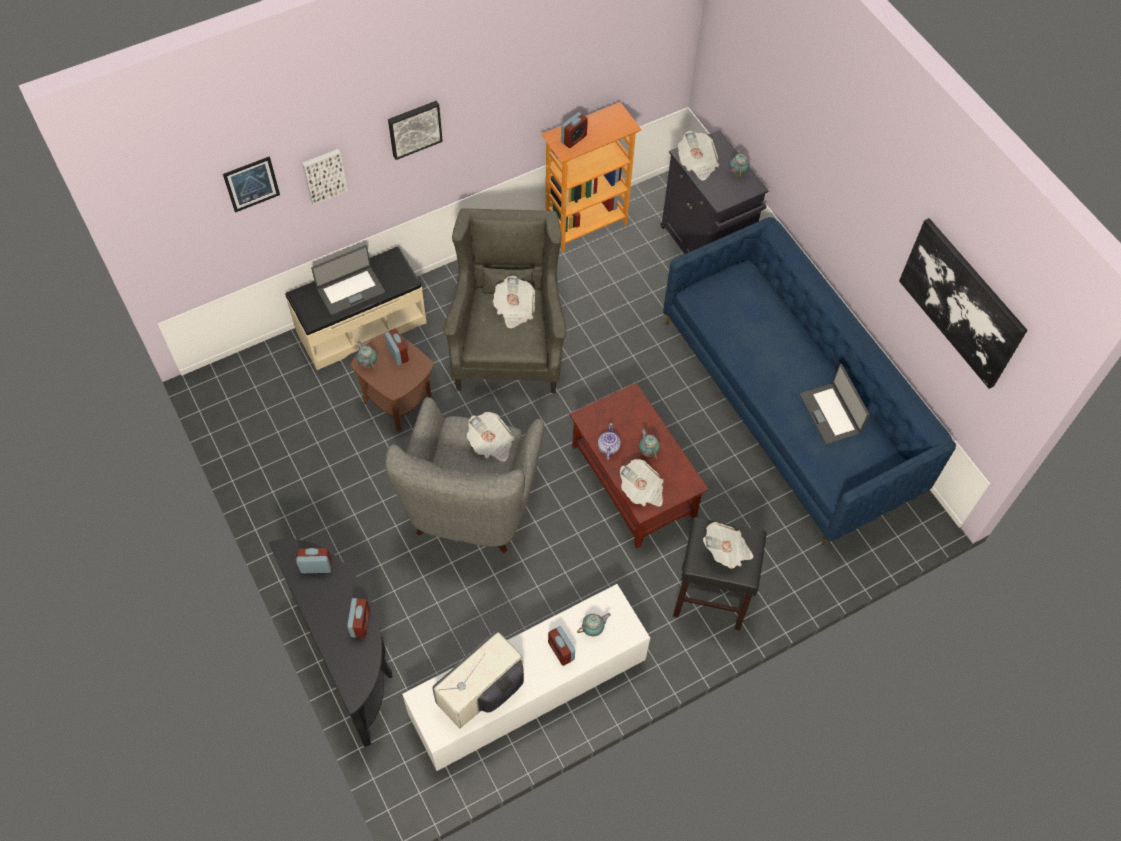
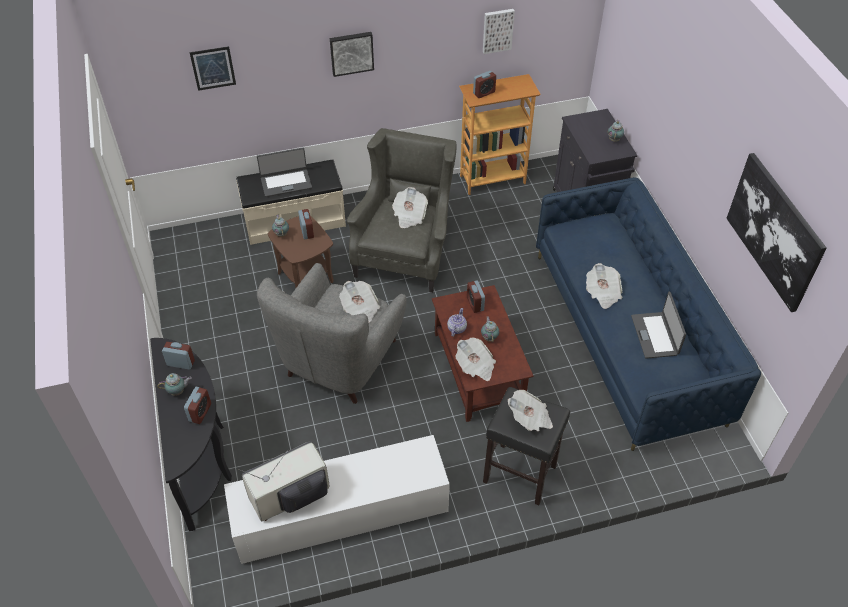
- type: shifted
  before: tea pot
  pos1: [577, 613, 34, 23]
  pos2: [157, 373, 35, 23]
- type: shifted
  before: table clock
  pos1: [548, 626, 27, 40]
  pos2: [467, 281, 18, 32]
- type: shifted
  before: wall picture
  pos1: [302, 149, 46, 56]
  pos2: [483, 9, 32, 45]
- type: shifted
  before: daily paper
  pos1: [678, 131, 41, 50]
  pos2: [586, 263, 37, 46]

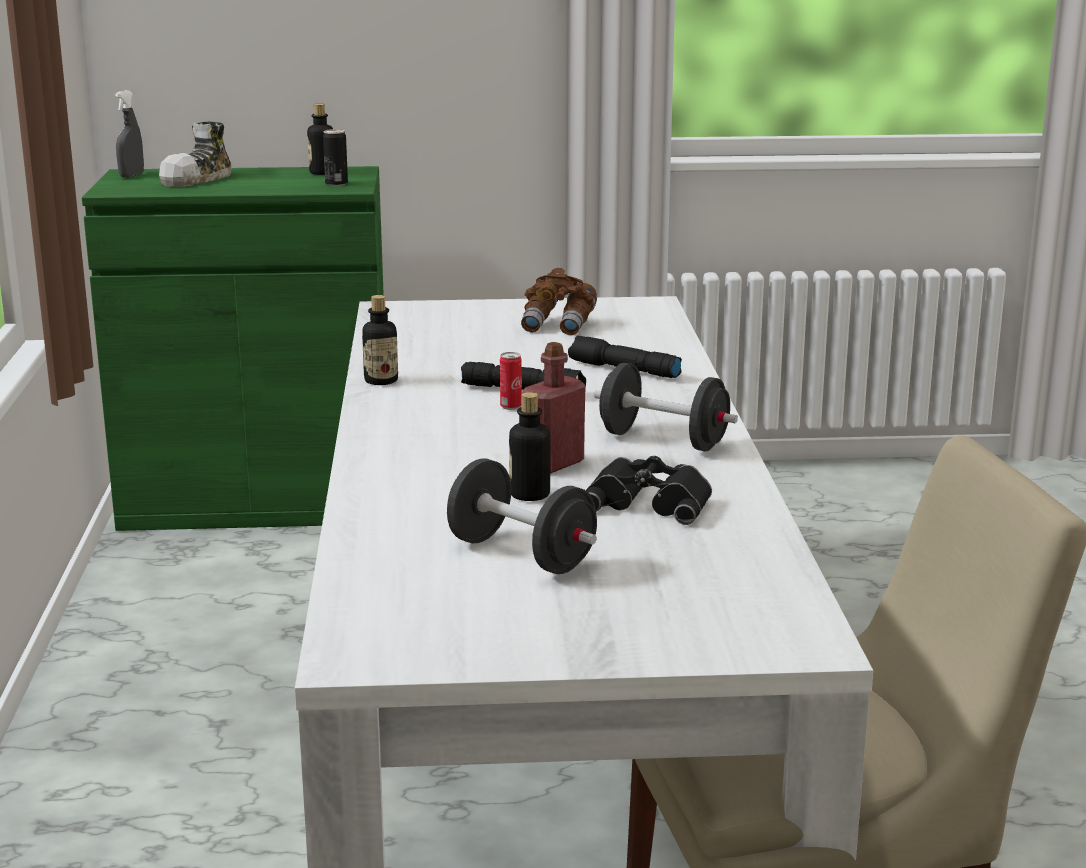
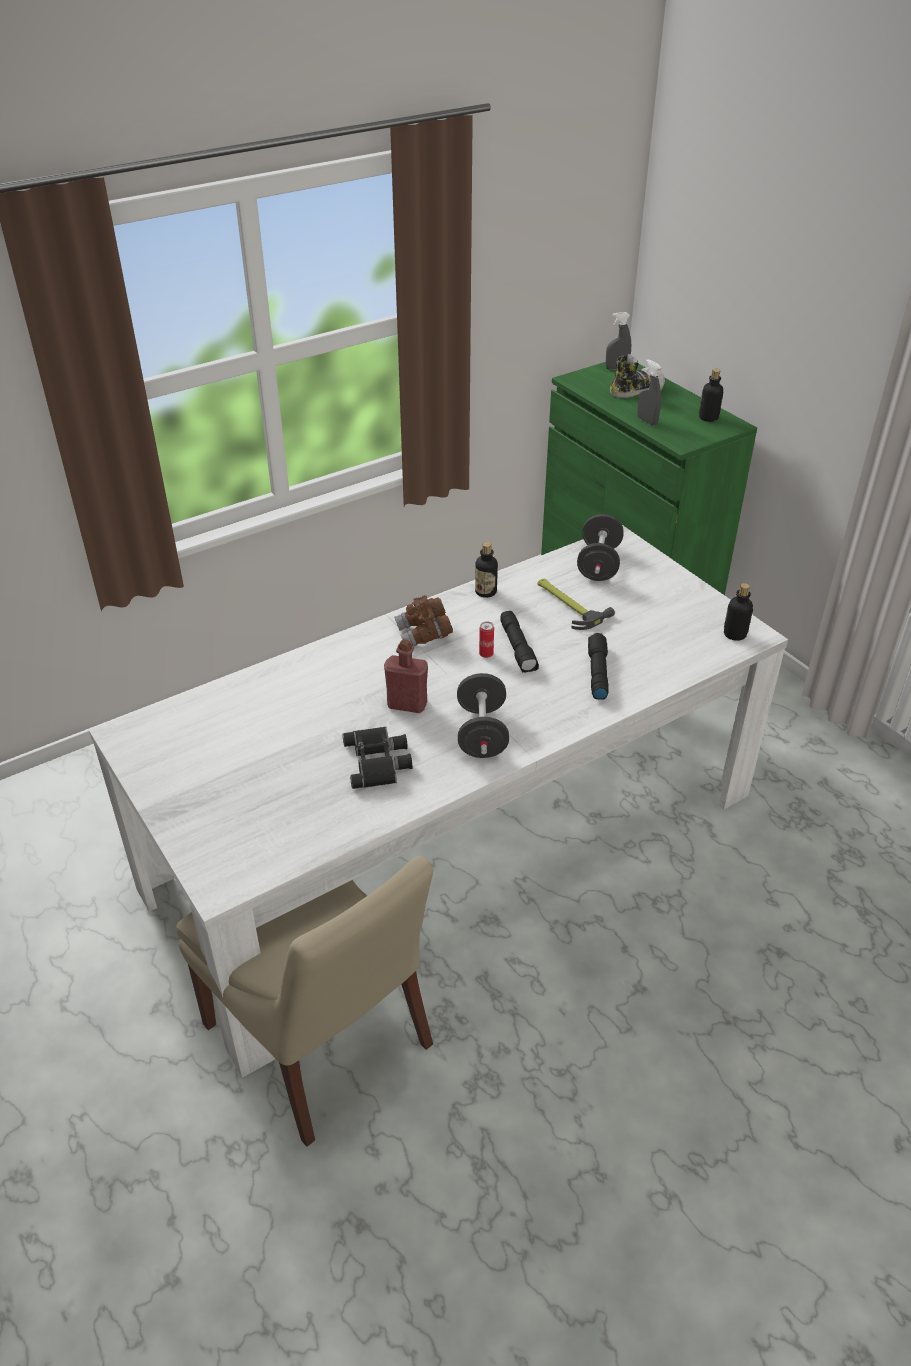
- type: shifted
  before: pair of binoculars in brown
  pos1: [521, 268, 76, 67]
  pos2: [394, 595, 59, 52]
- type: new
  after: hand hammer
  pos2: [537, 578, 78, 52]
- type: shifted
  before: free weight in black
  pos1: [447, 459, 150, 115]
  pos2: [577, 514, 47, 67]
- type: rotated
  before: shoe
  pos1: [159, 122, 73, 65]
  pos2: [610, 354, 55, 44]
  turn: 150
- type: new
  after: hand sprayer in greyish
  pos2: [637, 359, 24, 67]
- type: shifted
  before: drink bottle
  pos1: [509, 392, 41, 109]
  pos2: [724, 583, 29, 58]
- type: gone
  before: metal can
  pos1: [323, 129, 25, 57]

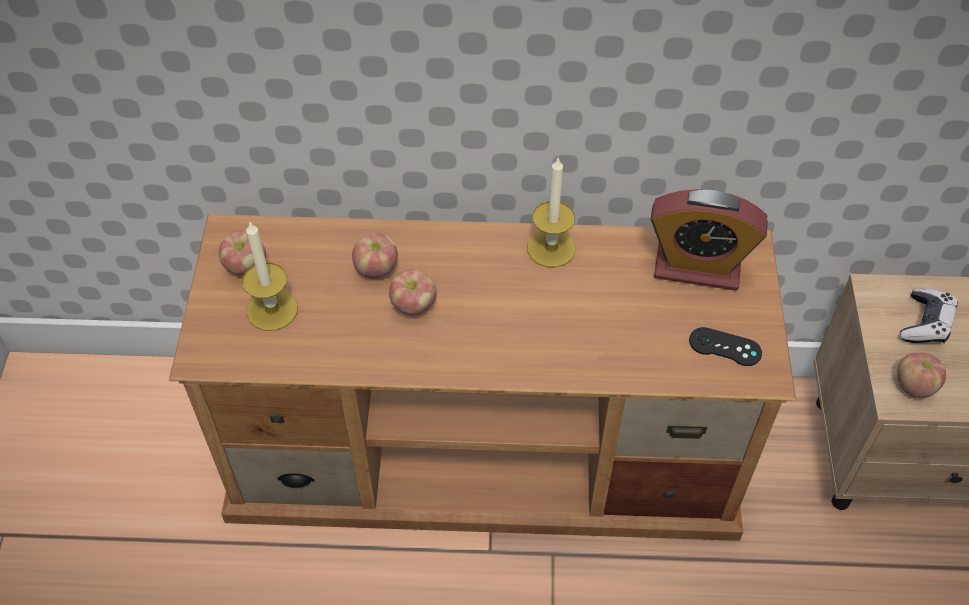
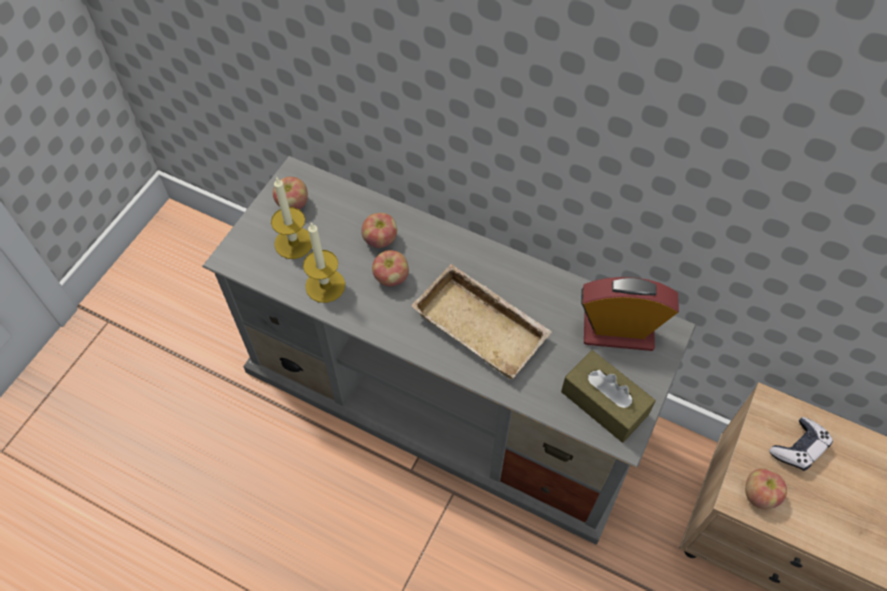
- type: repainted
  before: tv stand in brown
  after: tv stand in greyish
  pos1: [169, 214, 627, 327]
  pos2: [202, 156, 494, 389]
- type: shifted
  before: wax light
  pos1: [527, 158, 49, 109]
  pos2: [303, 222, 42, 81]
- type: new
  after: serving tray in beige
  pos2: [411, 264, 141, 115]
- type: swapped
  before: joypad in black
  after: tissue box in brown
  pos1: [689, 327, 73, 39]
  pos2: [561, 350, 95, 93]
- type: rotated
  before: table clock
  pos1: [651, 189, 117, 102]
  pos2: [581, 277, 98, 74]
  turn: 150

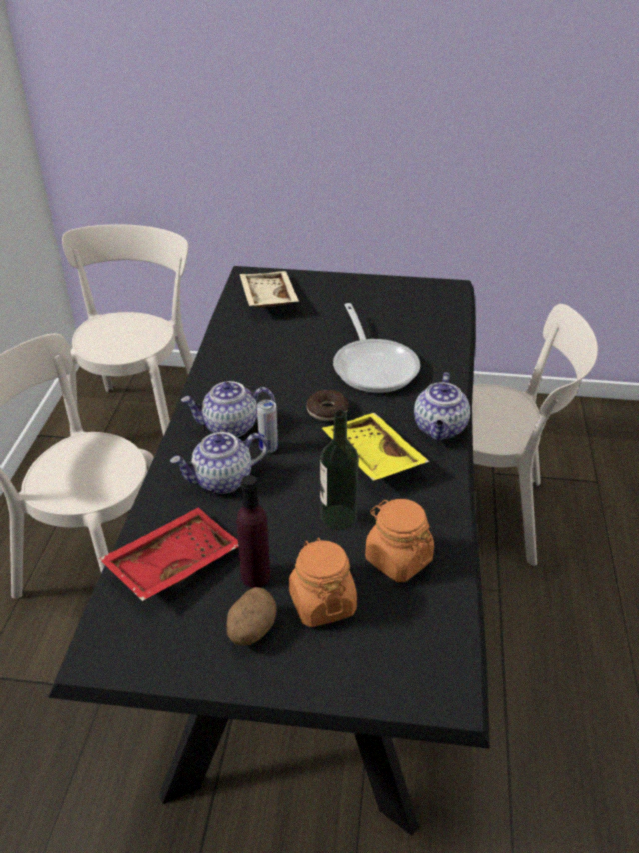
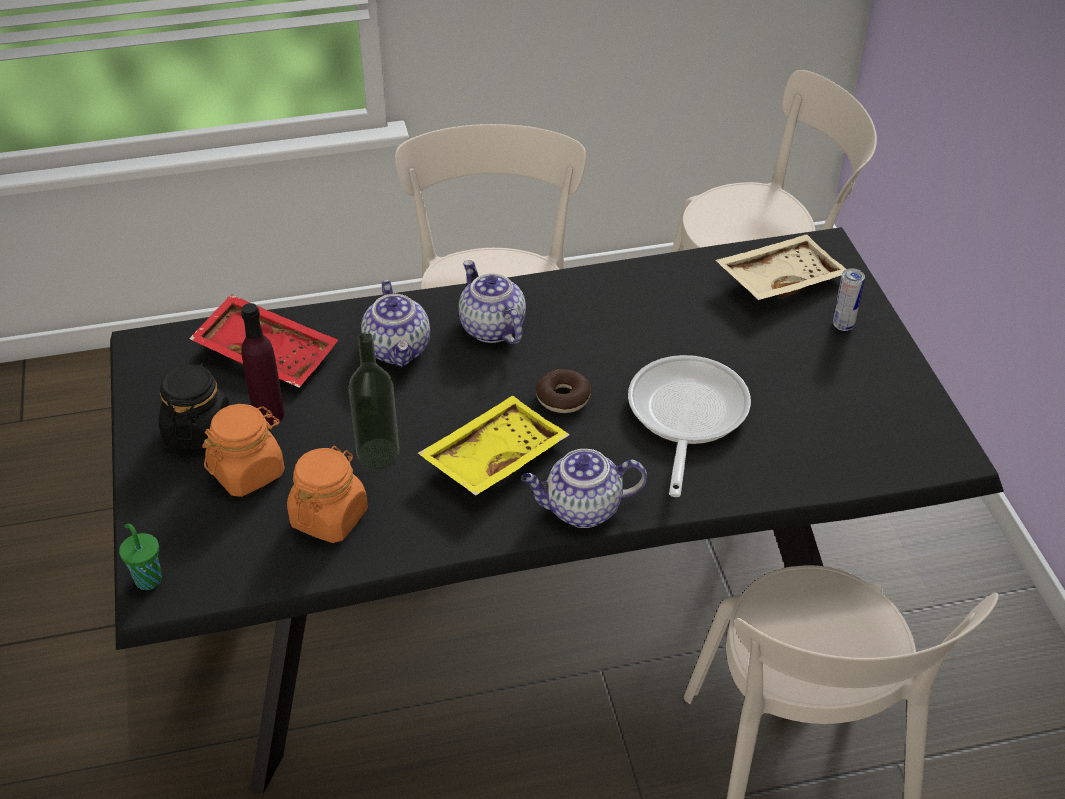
- type: new
  after: cup in green
  pos2: [119, 524, 43, 66]
- type: swapped
  before: potato
  after: preserve jar in black
  pos1: [226, 587, 50, 59]
  pos2: [159, 362, 71, 88]
- type: rotated
  before: tea pot
  pos1: [170, 432, 98, 62]
  pos2: [361, 280, 69, 87]
  turn: -150
- type: rotated
  before: skillet
  pos1: [333, 303, 87, 90]
  pos2: [628, 355, 123, 142]
  turn: 135
- type: shifted
  before: metal can
  pos1: [257, 400, 21, 53]
  pos2: [833, 268, 32, 63]

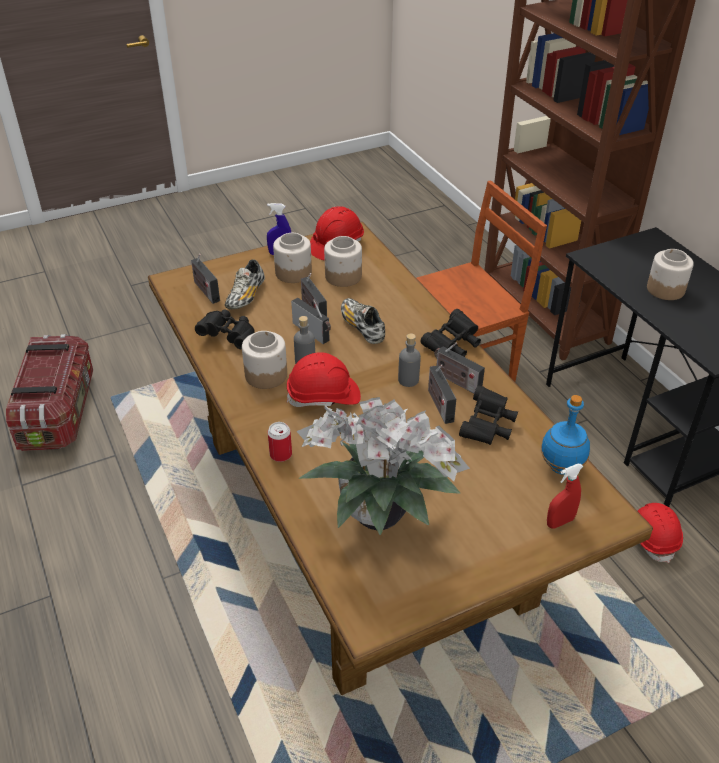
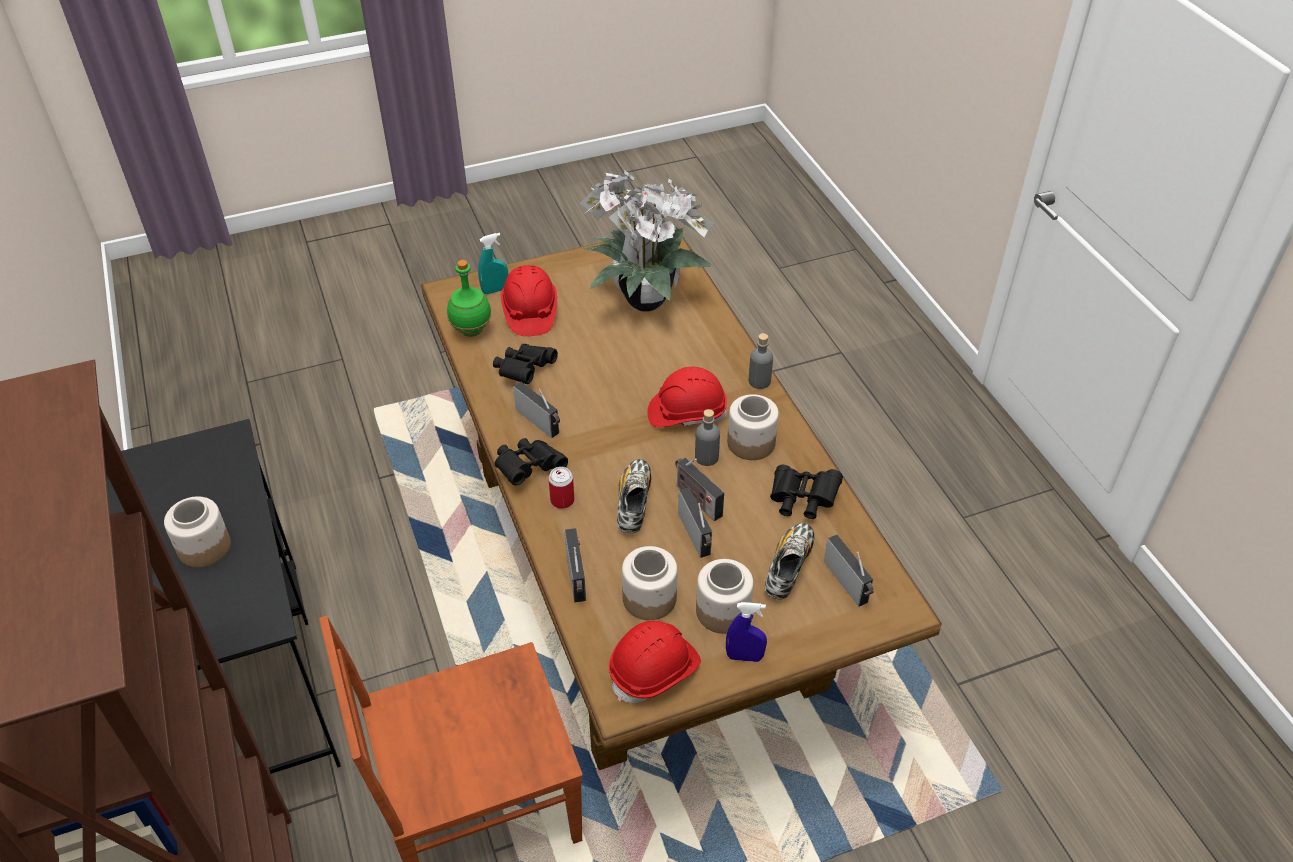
- type: repainted
  before: drink bottle in blue-coloured
  after: drink bottle in green
  pos1: [541, 395, 49, 80]
  pos2: [447, 260, 45, 77]
- type: repainted
  before: hand sprayer in reddish
  after: hand sprayer in blue-green
  pos1: [547, 464, 36, 64]
  pos2: [478, 233, 30, 61]
- type: shifted
  before: safety helmet in reddish
  pos1: [638, 503, 45, 60]
  pos2: [501, 265, 56, 71]
- type: shifted
  before: metal can
  pos1: [268, 422, 24, 40]
  pos2: [548, 467, 26, 42]
- type: shifted
  before: radio set
  pos1: [428, 364, 28, 60]
  pos2: [564, 528, 22, 74]
- type: rotated
  before: shoe
  pos1: [341, 298, 44, 46]
  pos2: [617, 459, 34, 75]
  turn: -150
- type: shifted
  before: drink bottle in greyish
  pos1: [398, 334, 23, 53]
  pos2: [749, 333, 24, 56]
- type: gone
  before: storage box
  pos1: [6, 334, 87, 117]

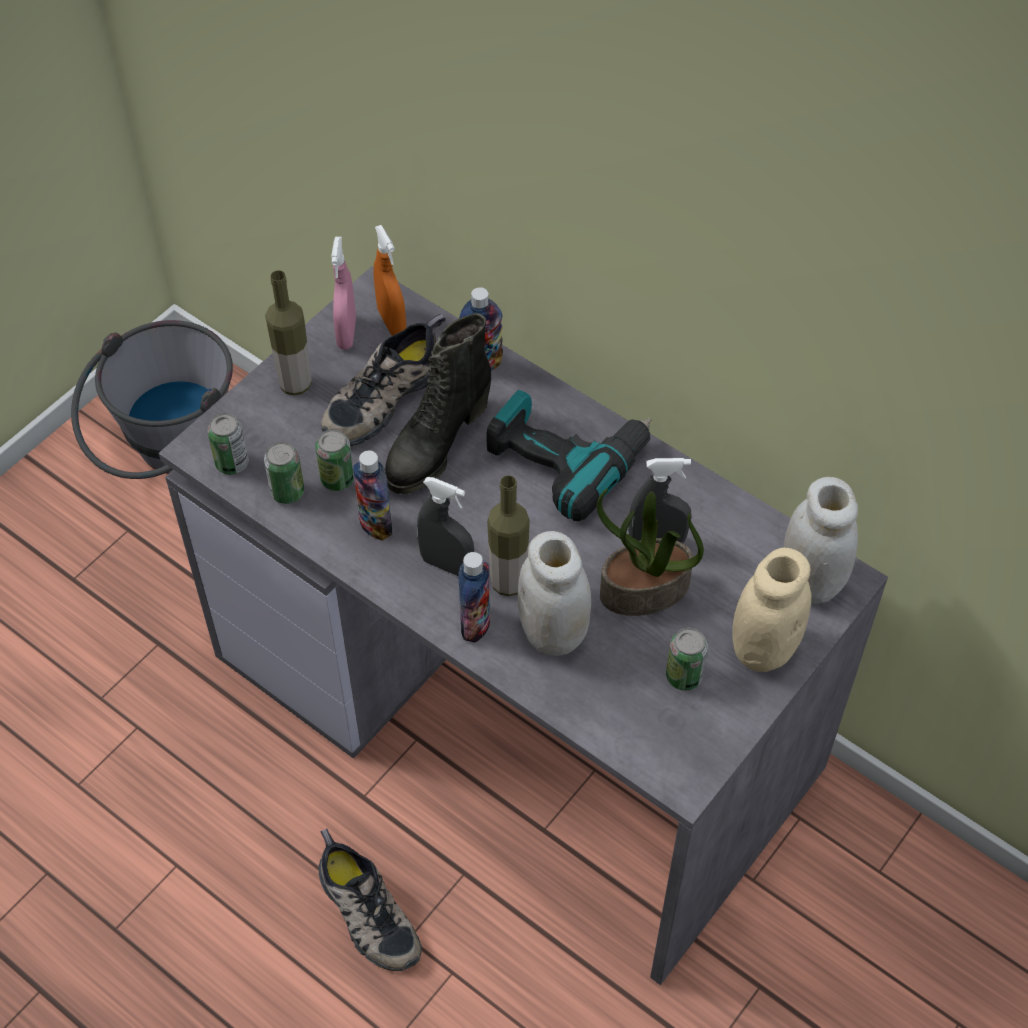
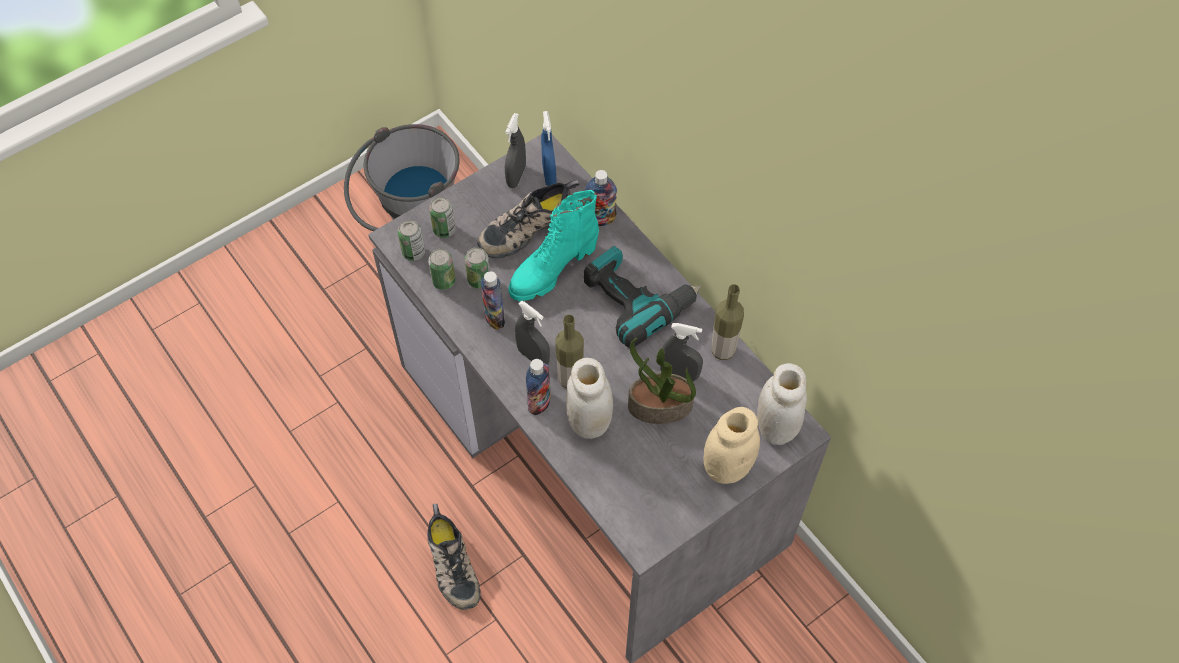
- type: shifted
  before: metal can
  pos1: [666, 628, 42, 63]
  pos2: [429, 197, 27, 41]
- type: repainted
  before: hand sprayer in pink
  after: hand sprayer in greyish
  pos1: [331, 237, 25, 113]
  pos2: [505, 113, 21, 75]
- type: repainted
  before: high-top boot in black
  after: high-top boot in blue-green
  pos1: [385, 313, 106, 181]
  pos2: [509, 190, 90, 112]
- type: repainted
  before: hand sprayer in orange
  after: hand sprayer in blue-coloured
  pos1: [374, 225, 32, 111]
  pos2: [541, 111, 15, 75]
- type: shifted
  before: drink bottle
  pos1: [265, 270, 47, 126]
  pos2: [711, 284, 33, 76]

